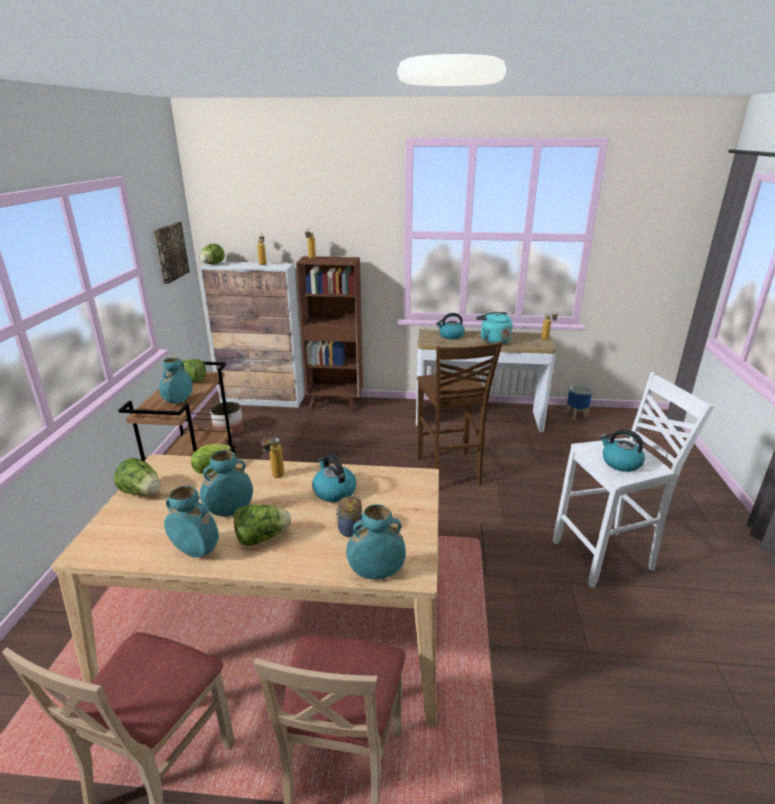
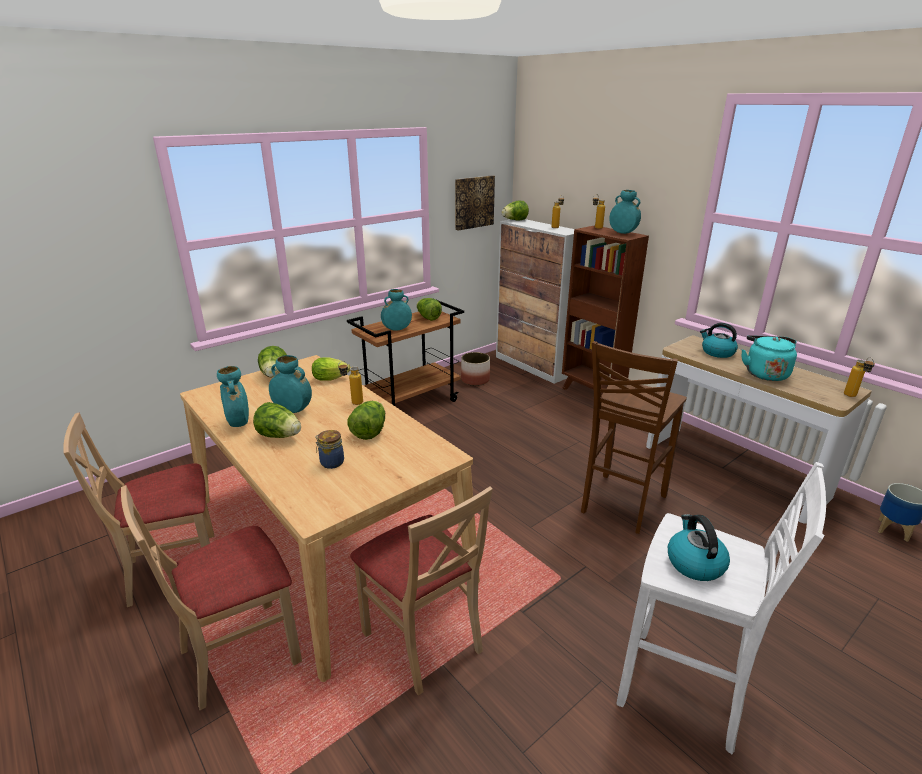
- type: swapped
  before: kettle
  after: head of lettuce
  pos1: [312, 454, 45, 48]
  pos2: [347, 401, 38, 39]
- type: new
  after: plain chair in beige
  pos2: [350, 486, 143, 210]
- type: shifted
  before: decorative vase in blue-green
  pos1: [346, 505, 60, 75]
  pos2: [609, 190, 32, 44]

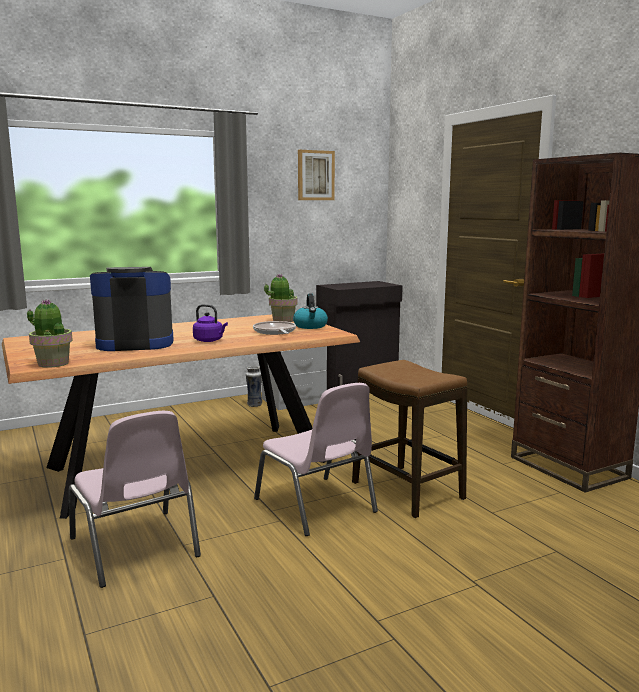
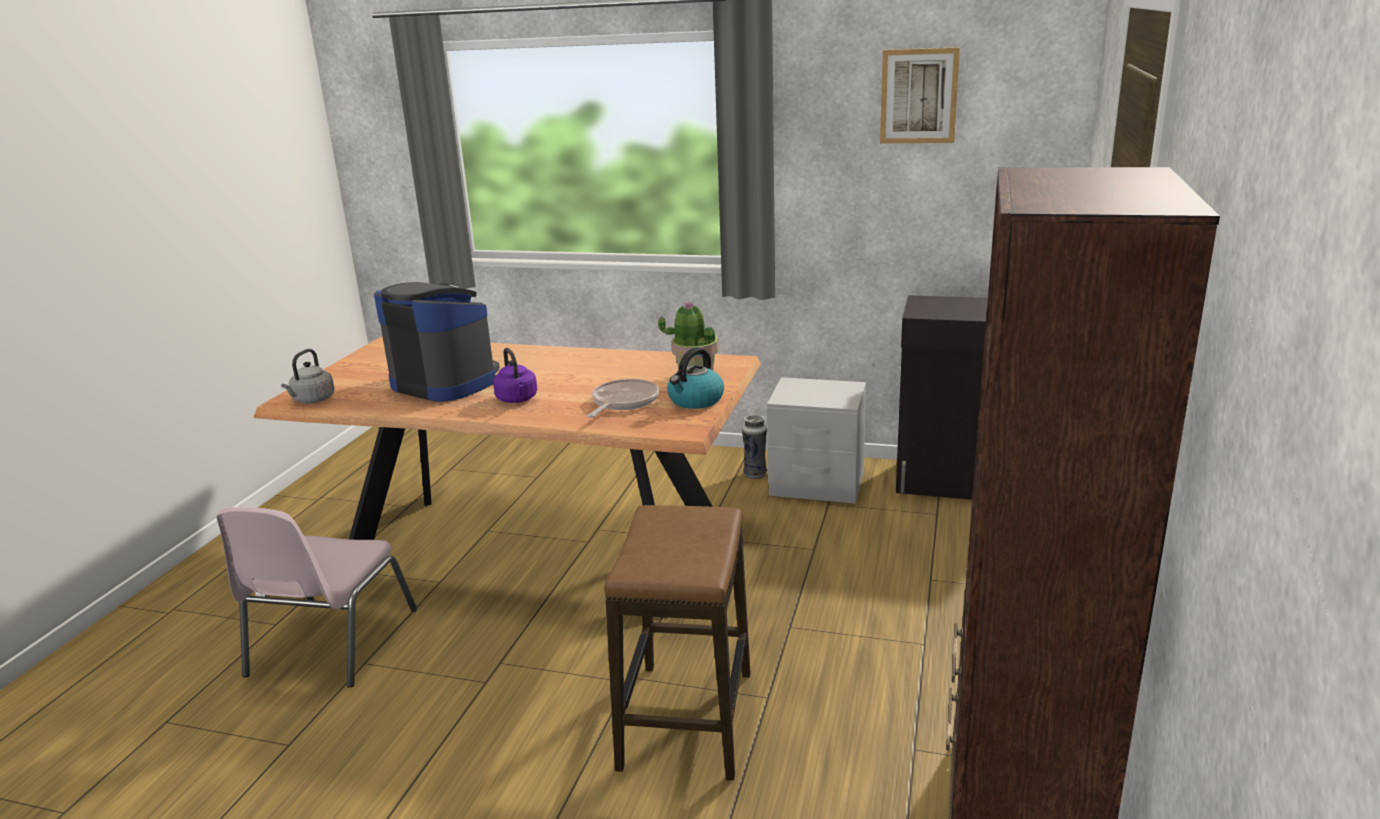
- type: swapped
  before: houseplant
  after: kettle in greyish
  pos1: [27, 299, 46, 69]
  pos2: [281, 349, 54, 55]
- type: gone
  before: plain chair in pink
  pos1: [254, 383, 124, 153]

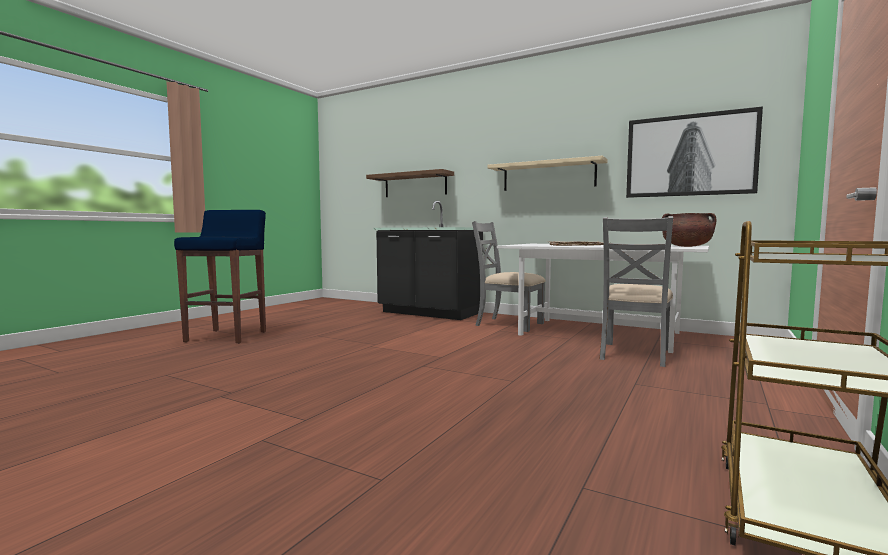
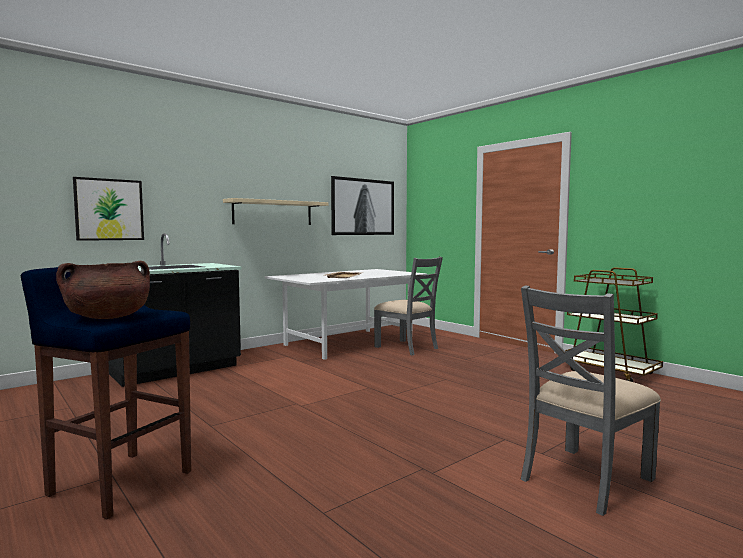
- type: shifted
  before: cooking pot in brown
  pos1: [662, 213, 54, 34]
  pos2: [56, 261, 94, 58]
- type: swapped
  before: shelf in brown
  after: wall picture
  pos1: [366, 169, 88, 28]
  pos2: [73, 177, 71, 64]
- type: shifted
  before: plain chair in greyish
  pos1: [472, 221, 74, 111]
  pos2: [520, 286, 141, 230]

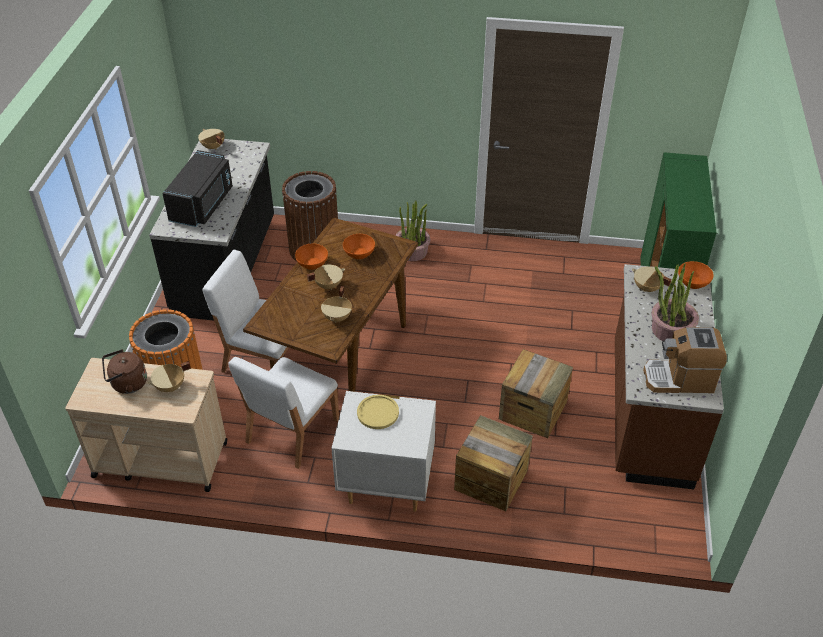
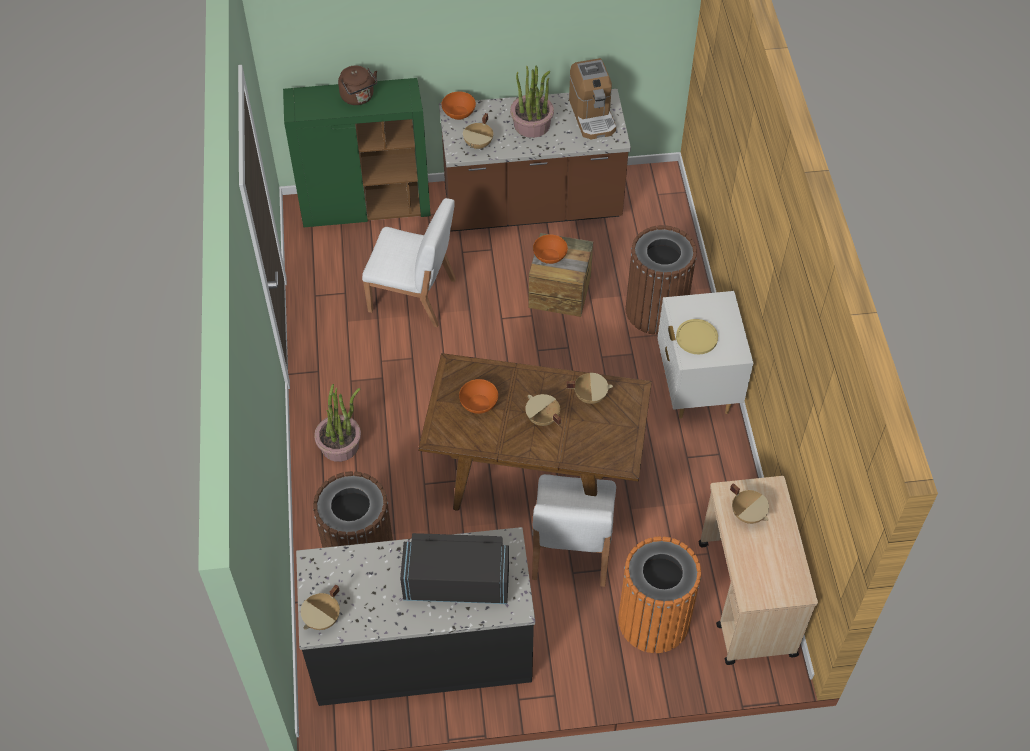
- type: shifted
  before: kettle in brown
  pos1: [102, 349, 45, 45]
  pos2: [338, 65, 39, 40]
- type: shifted
  before: plain chair in white-coloured
  pos1: [228, 357, 111, 112]
  pos2: [362, 198, 94, 129]
- type: shifted
  before: bowl in orange
  pos1: [295, 243, 33, 27]
  pos2: [533, 234, 35, 30]
- type: swapped
  before: packing crate
  after: rubbish bin in brown
  pos1: [454, 415, 79, 96]
  pos2: [626, 225, 71, 110]

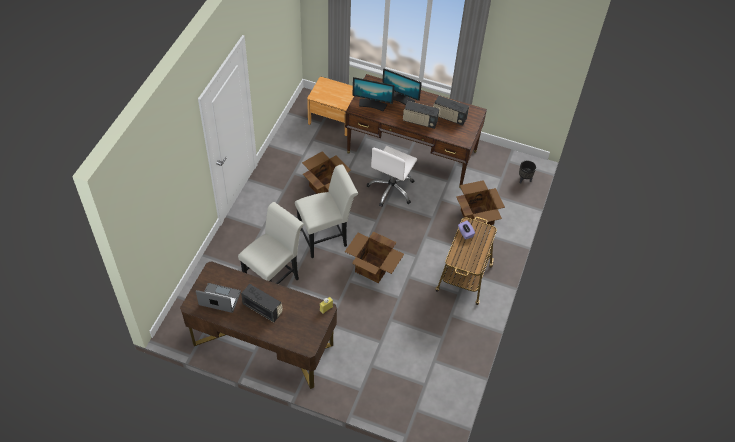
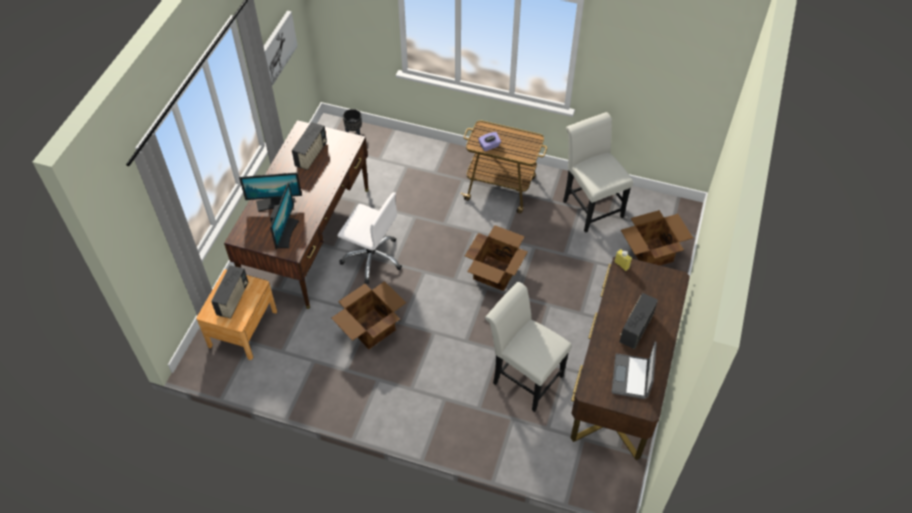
- type: shifted
  before: radio set
  pos1: [403, 101, 36, 28]
  pos2: [211, 265, 37, 53]
- type: rotated
  before: computer display
  pos1: [382, 68, 40, 37]
  pos2: [239, 172, 63, 40]
  turn: 60
- type: new
  after: wall picture
  pos2: [264, 11, 33, 75]
- type: shifted
  before: plain chair in white-coloured
  pos1: [295, 164, 63, 94]
  pos2: [563, 112, 70, 121]
- type: shifted
  before: cardboard box
  pos1: [456, 180, 49, 48]
  pos2: [621, 210, 72, 55]

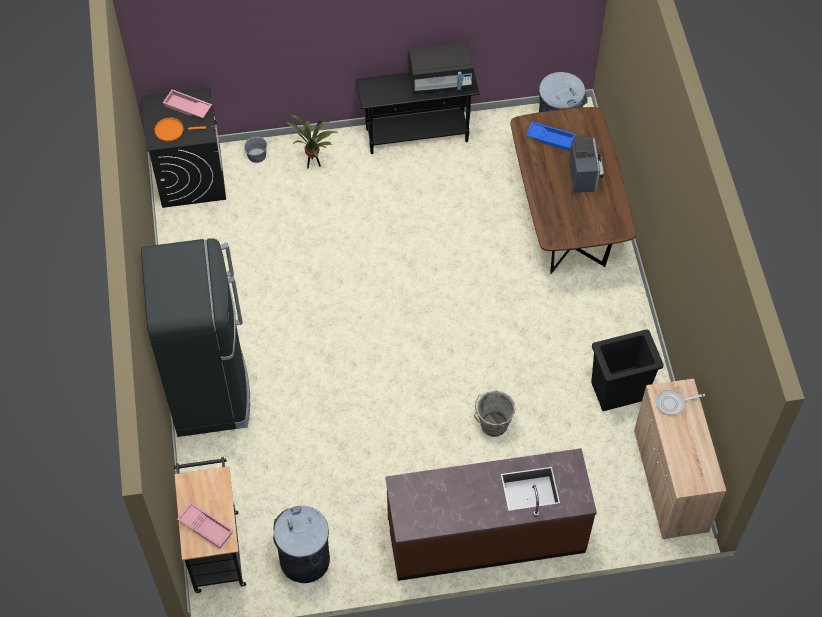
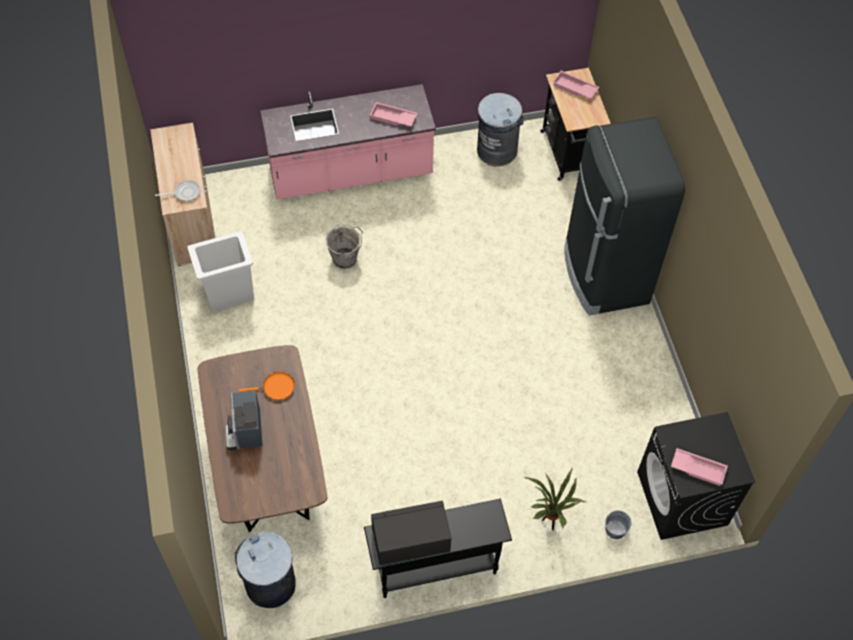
- type: repainted
  before: rubbish bin in black
  after: rubbish bin in white-coloured
  pos1: [591, 329, 73, 82]
  pos2: [187, 231, 67, 81]
- type: shifted
  before: skillet in orange
  pos1: [154, 117, 52, 25]
  pos2: [239, 372, 56, 28]
- type: repainted
  before: counter in brown
  after: counter in pink
  pos1: [385, 448, 212, 133]
  pos2: [260, 84, 176, 116]
- type: new
  after: serving tray in pink
  pos2: [370, 102, 47, 25]
- type: gone
  before: serving tray in blue-coloured
  pos1: [526, 122, 50, 29]

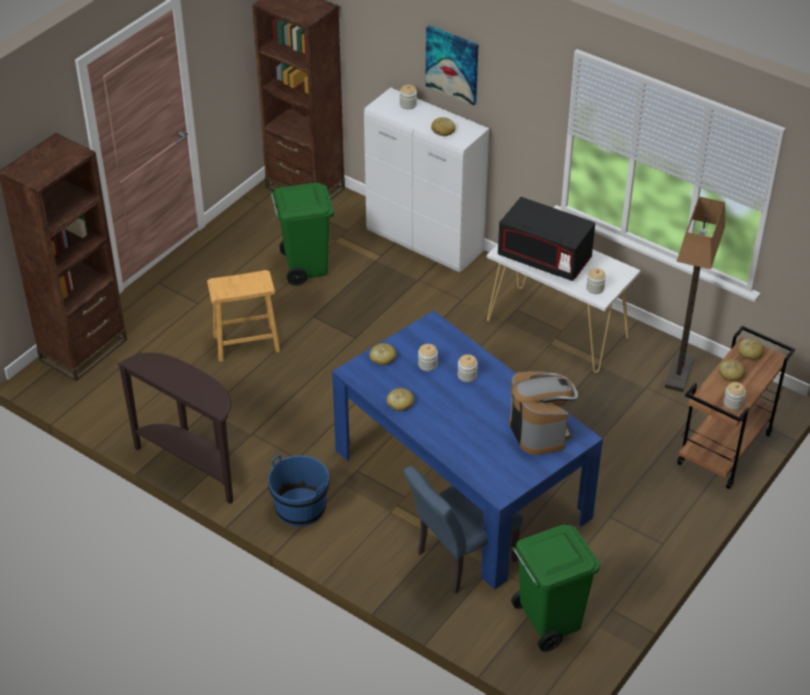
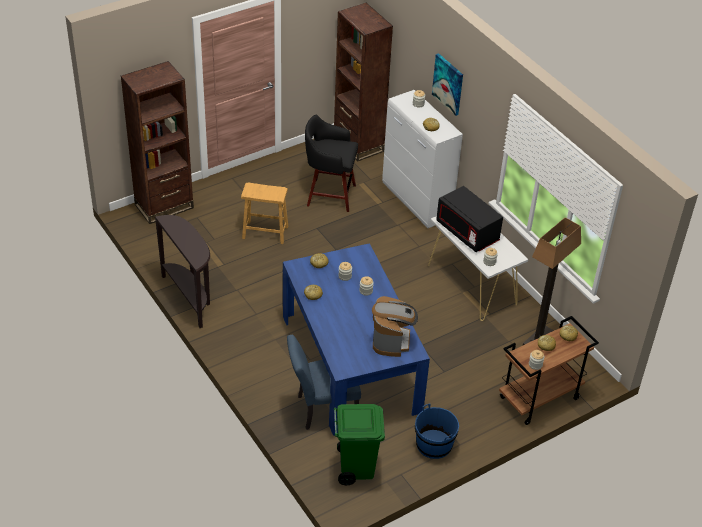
- type: swapped
  before: rubbish bin in green
  after: stool seat in black
  pos1: [270, 183, 64, 103]
  pos2: [305, 115, 53, 97]
- type: shifted
  before: water bucket in blue-coloured
  pos1: [268, 454, 61, 72]
  pos2: [415, 404, 44, 55]

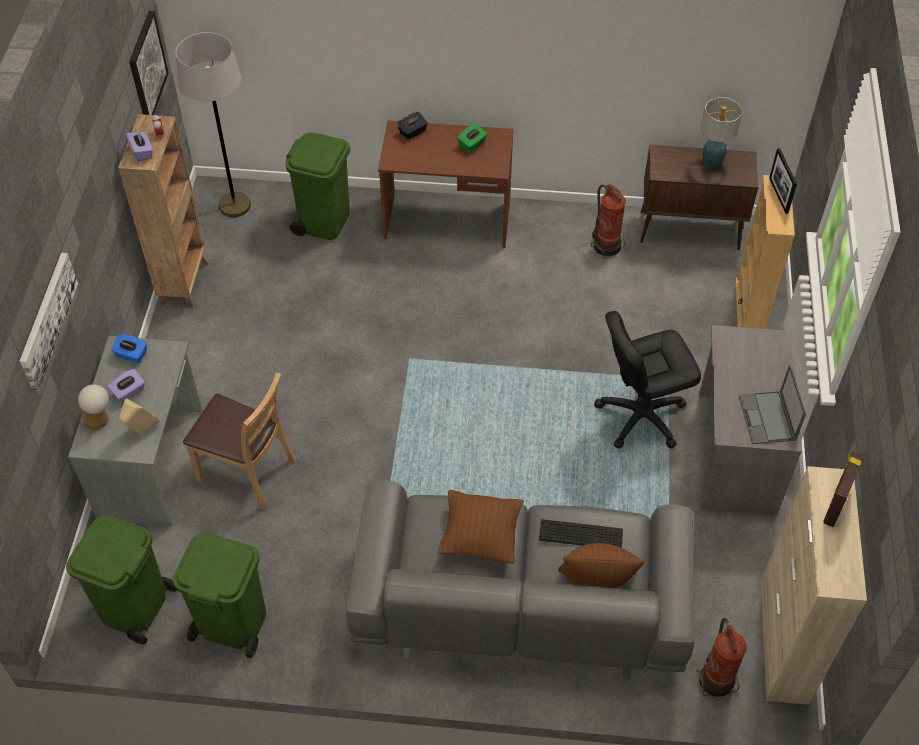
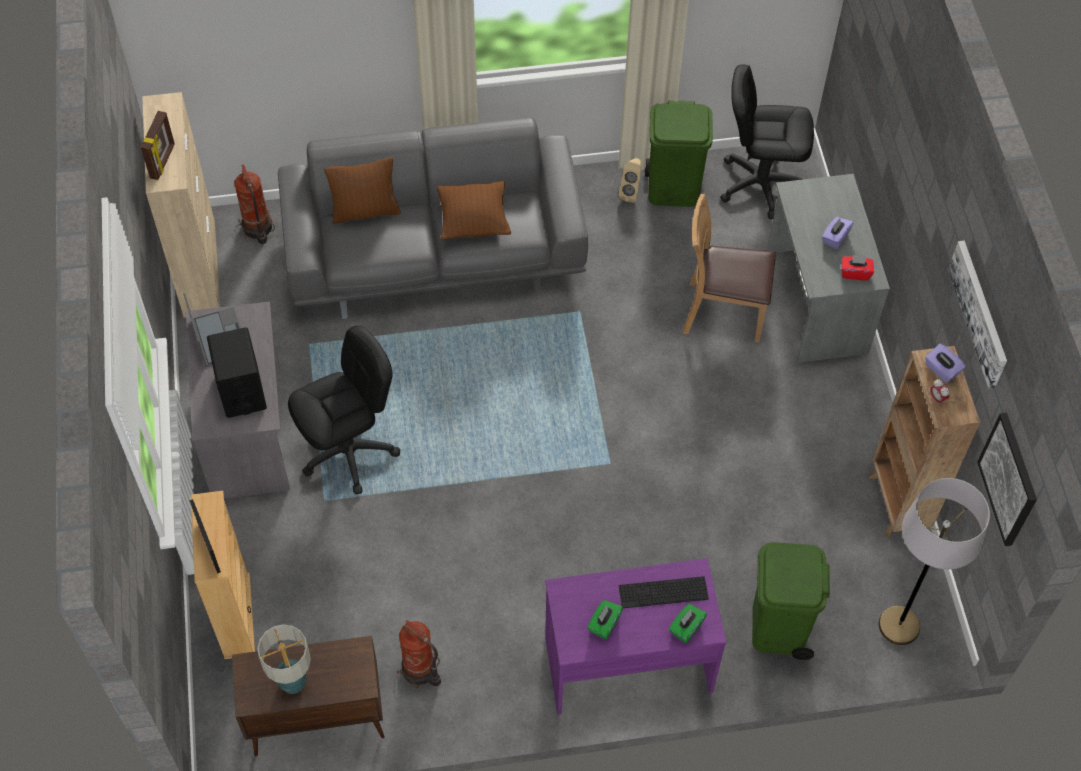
- type: new
  after: loudspeaker in black
  pos2: [207, 327, 60, 91]
- type: repainted
  before: desk in brown
  after: desk in purplish
  pos1: [378, 120, 136, 128]
  pos2: [545, 558, 181, 157]
- type: shifted
  before: loudspeaker in beige
  pos1: [119, 399, 41, 35]
  pos2: [618, 158, 23, 45]
- type: shifted
  before: keyboard
  pos1: [539, 519, 84, 29]
  pos2: [619, 576, 90, 32]
- type: repainted
  before: tissue box in black
  after: tissue box in green
  pos1: [397, 112, 31, 28]
  pos2: [669, 604, 38, 39]
- type: swapped
  before: rubbish bin in green
  after: office chair in black
  pos1: [66, 515, 111, 129]
  pos2: [720, 64, 94, 156]
- type: repainted
  before: tissue box in blue-coloured
  after: tissue box in reddish
  pos1: [111, 334, 36, 29]
  pos2: [842, 255, 32, 25]
- type: shifted
  before: wall picture
  pos1: [20, 253, 58, 137]
  pos2: [948, 241, 59, 147]
- type: gone
  before: table lamp
  pos1: [78, 384, 31, 46]

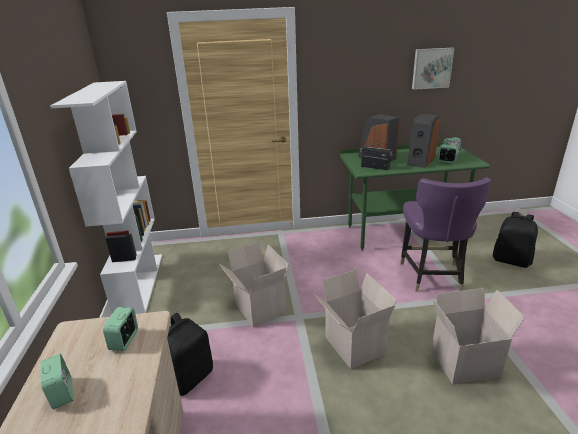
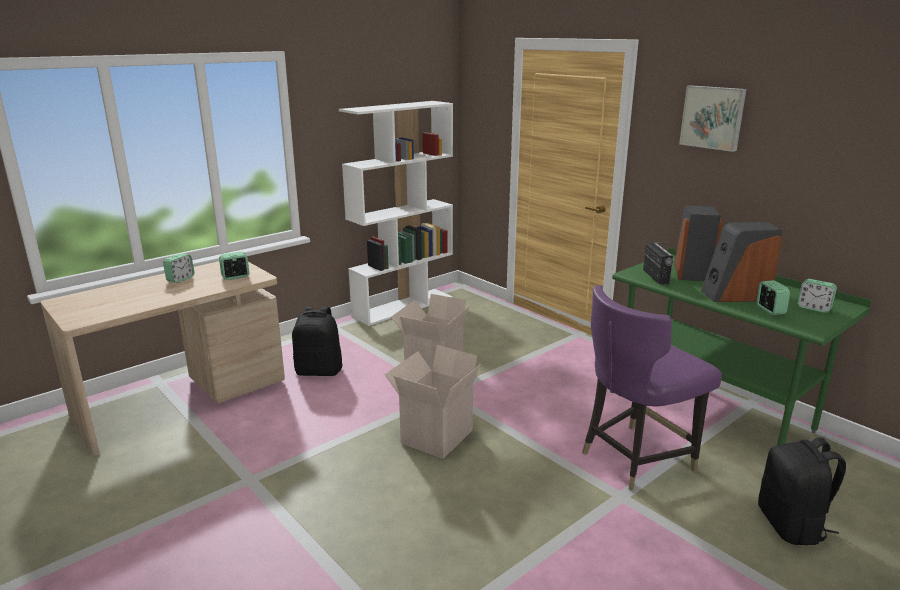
- type: shifted
  before: wall picture
  pos1: [412, 48, 43, 42]
  pos2: [679, 85, 68, 67]
- type: gone
  before: cardboard box
  pos1: [431, 288, 95, 97]

